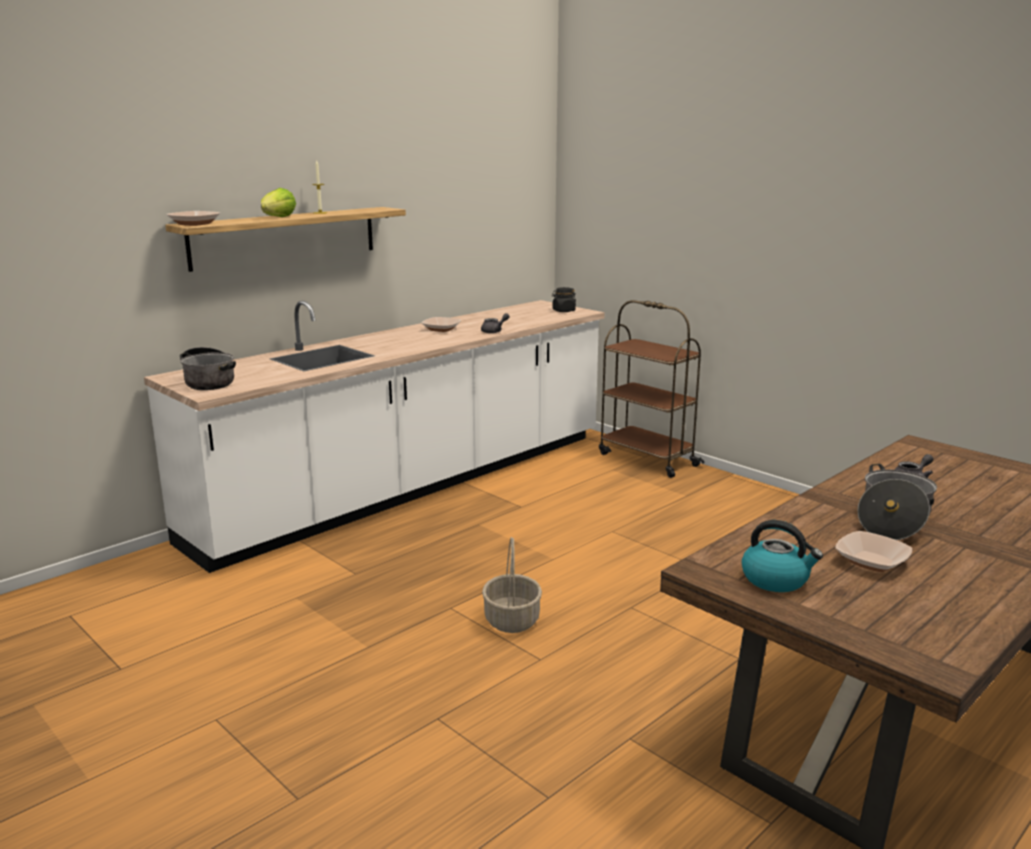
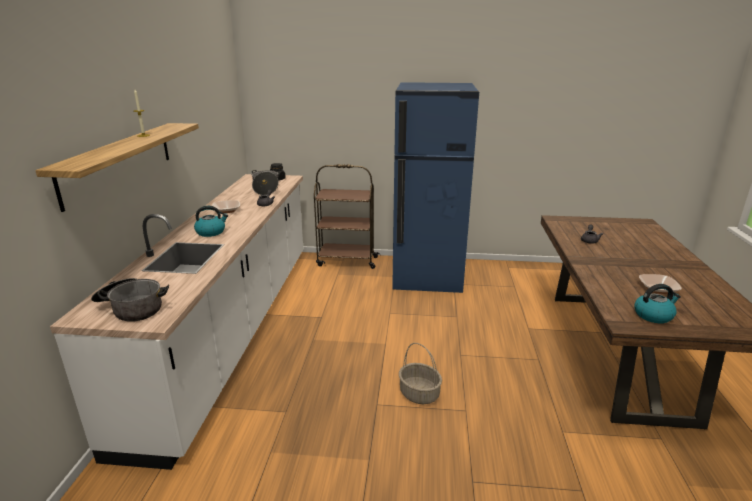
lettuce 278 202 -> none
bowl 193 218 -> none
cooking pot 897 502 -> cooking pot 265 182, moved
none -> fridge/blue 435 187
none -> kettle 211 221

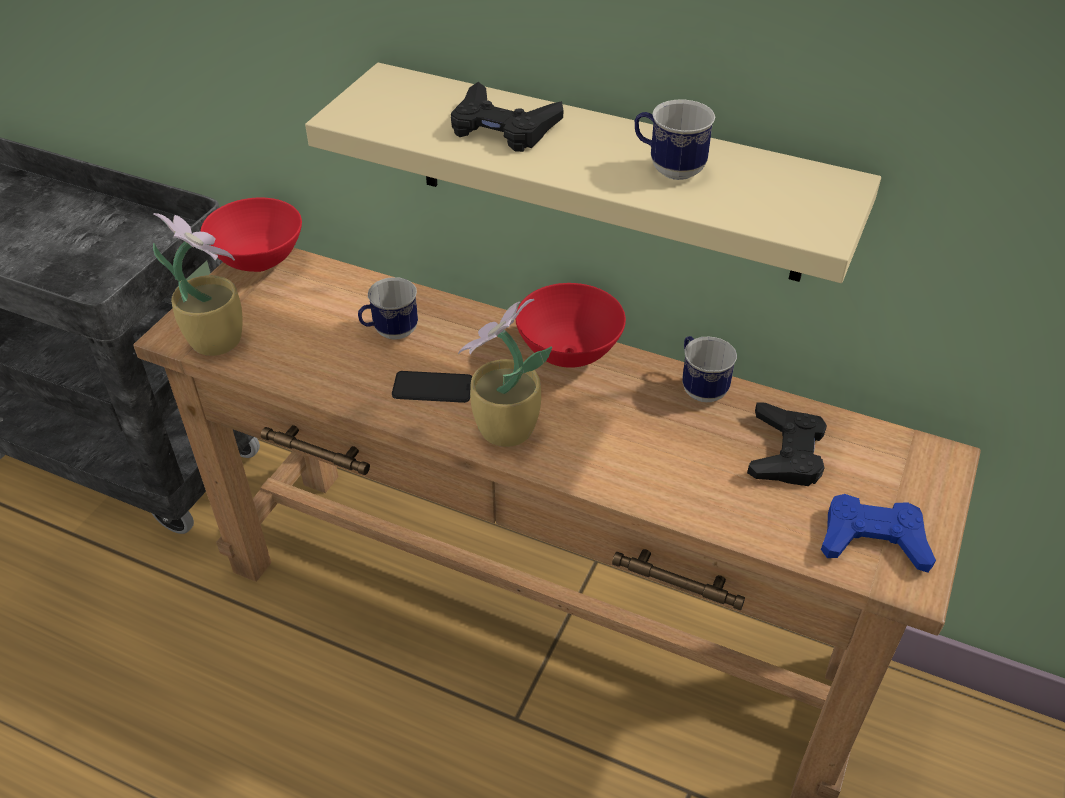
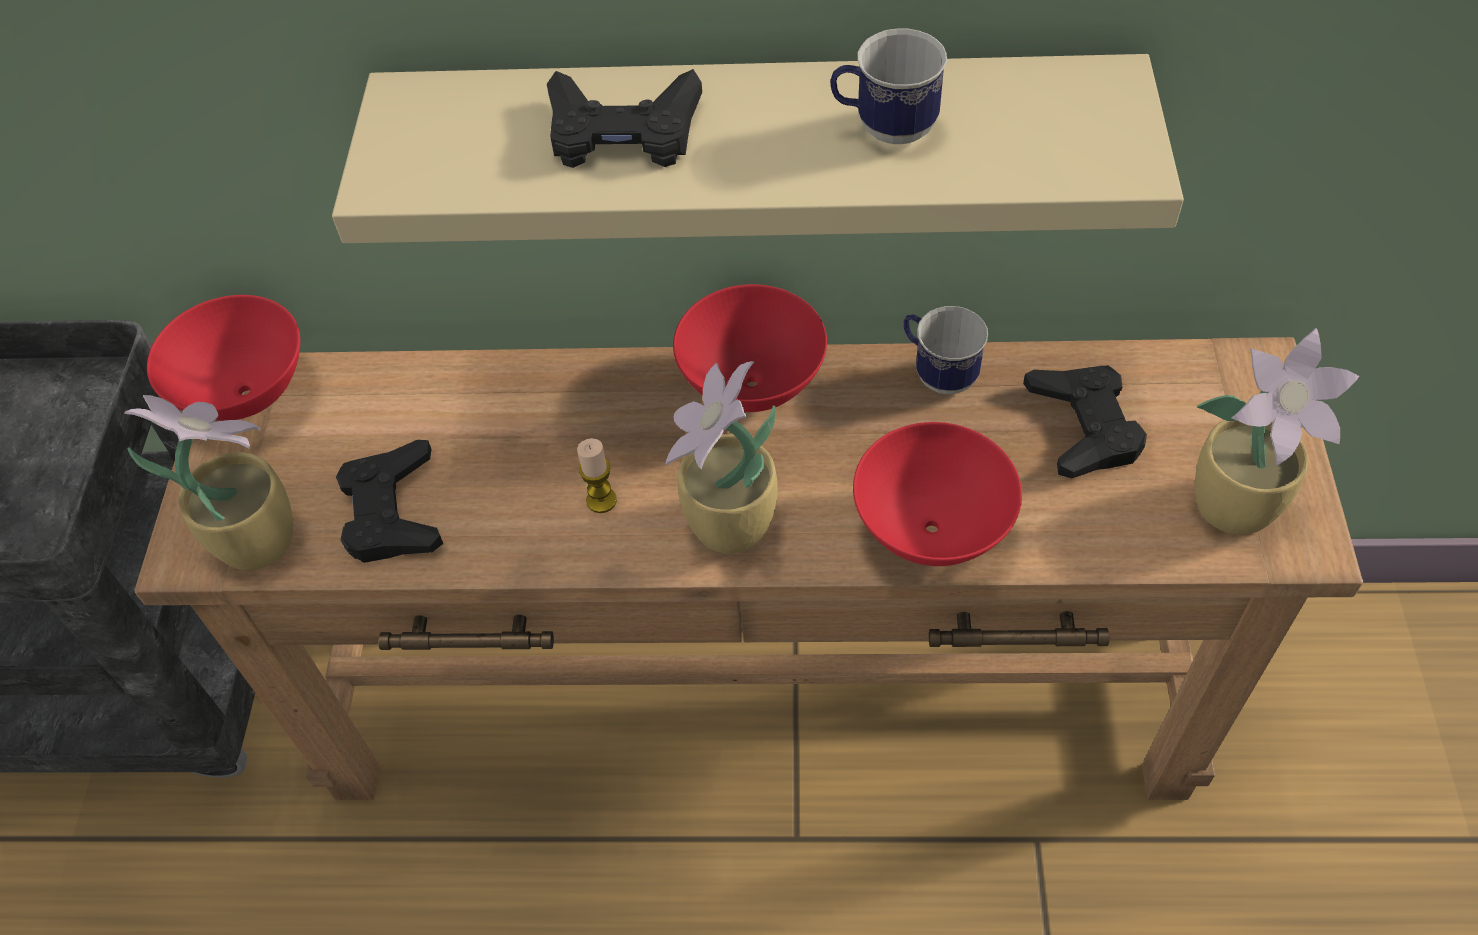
mug 388 308 -> none
phone 432 387 -> candle 597 475
game controller/blue 878 533 -> potted plant 1277 431
none -> bowl/red 937 494
none -> game controller/black 389 501

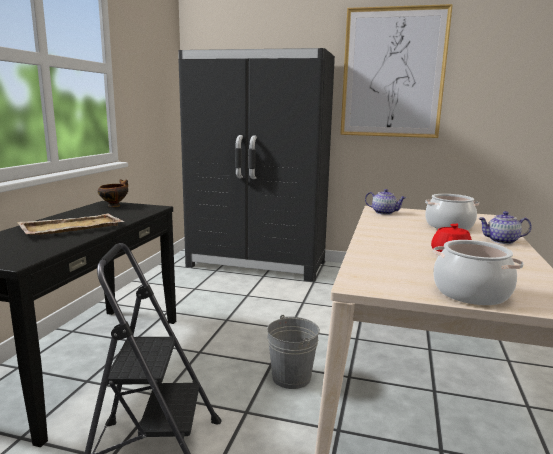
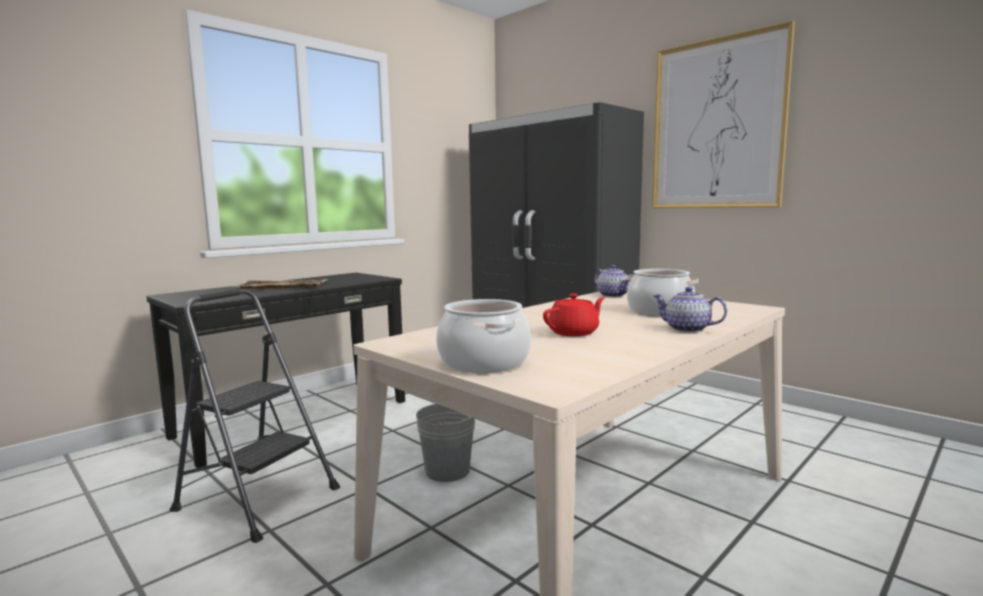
bowl 113 193 -> none

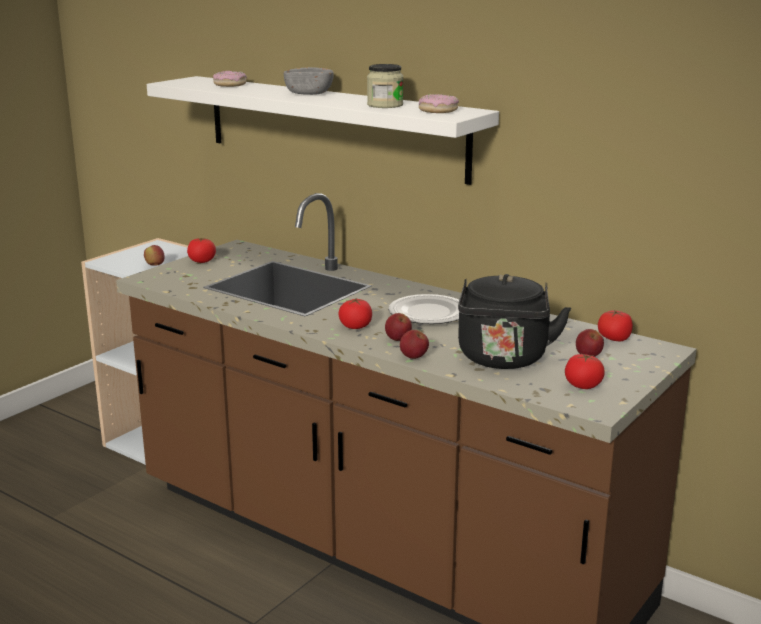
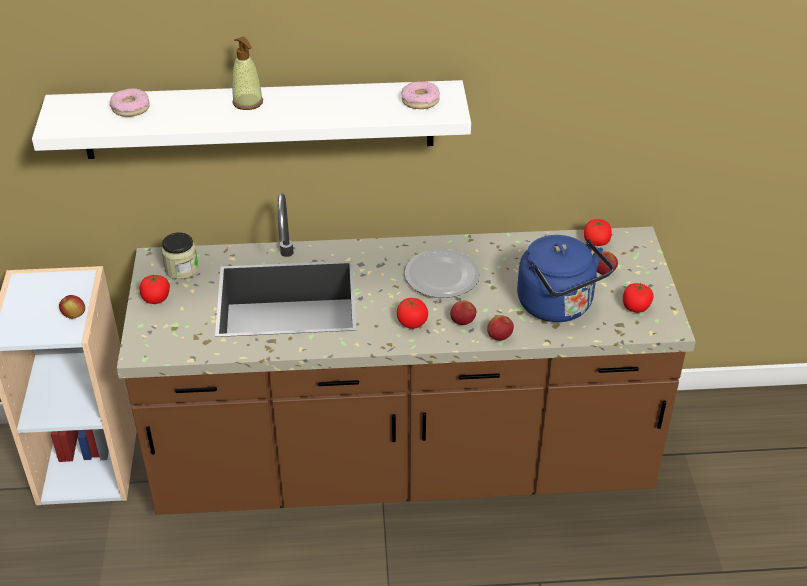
jar 385 86 -> jar 180 255, moved
bowl/grey 309 81 -> soap dispenser 247 73
kettle/black 514 321 -> kettle/blue 565 278

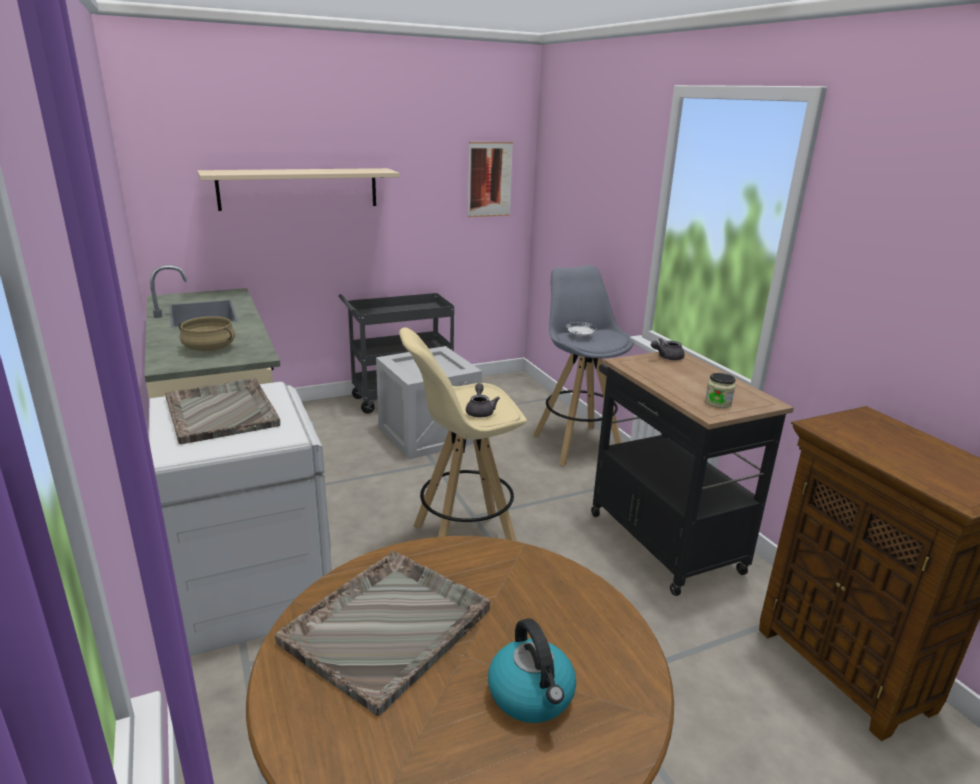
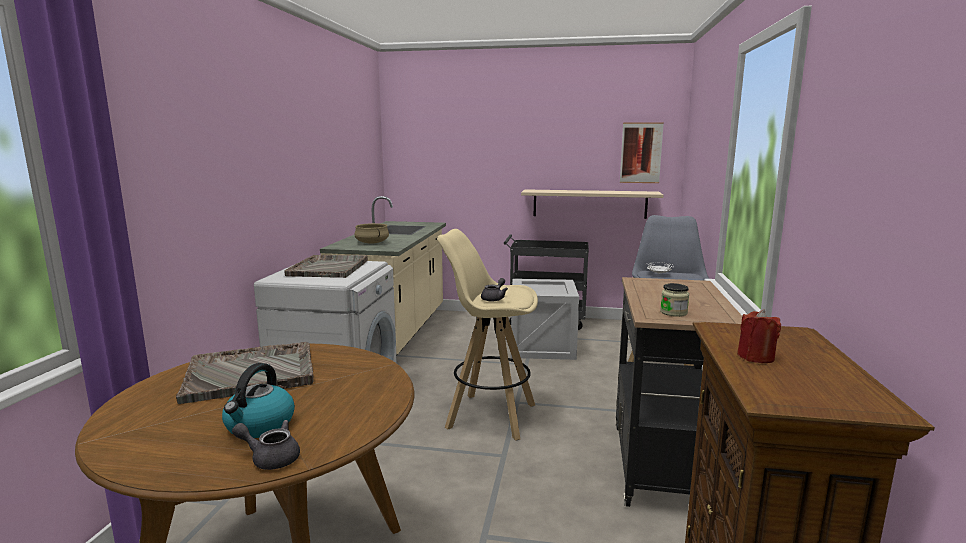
shelf/beige 298 189 -> shelf/beige 592 204, moved
teapot/grey 668 349 -> teapot/grey 266 445, moved
none -> candle/red 759 336

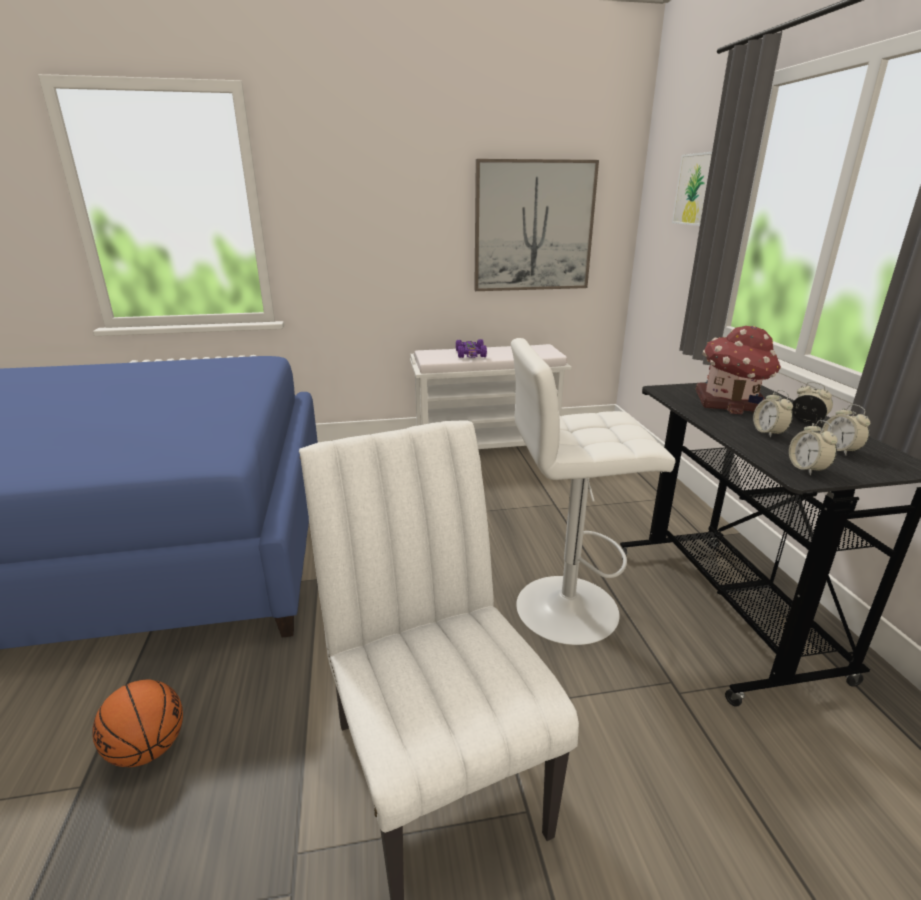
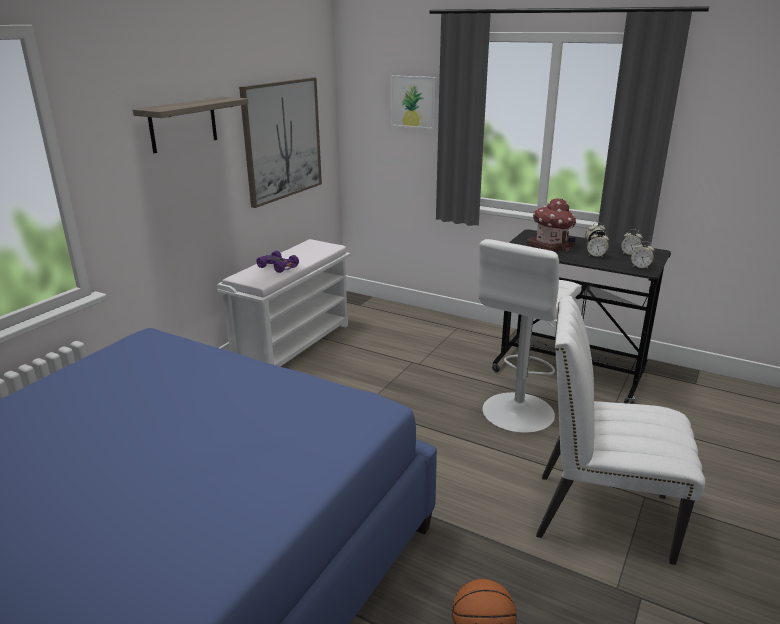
none -> shelf 190 125

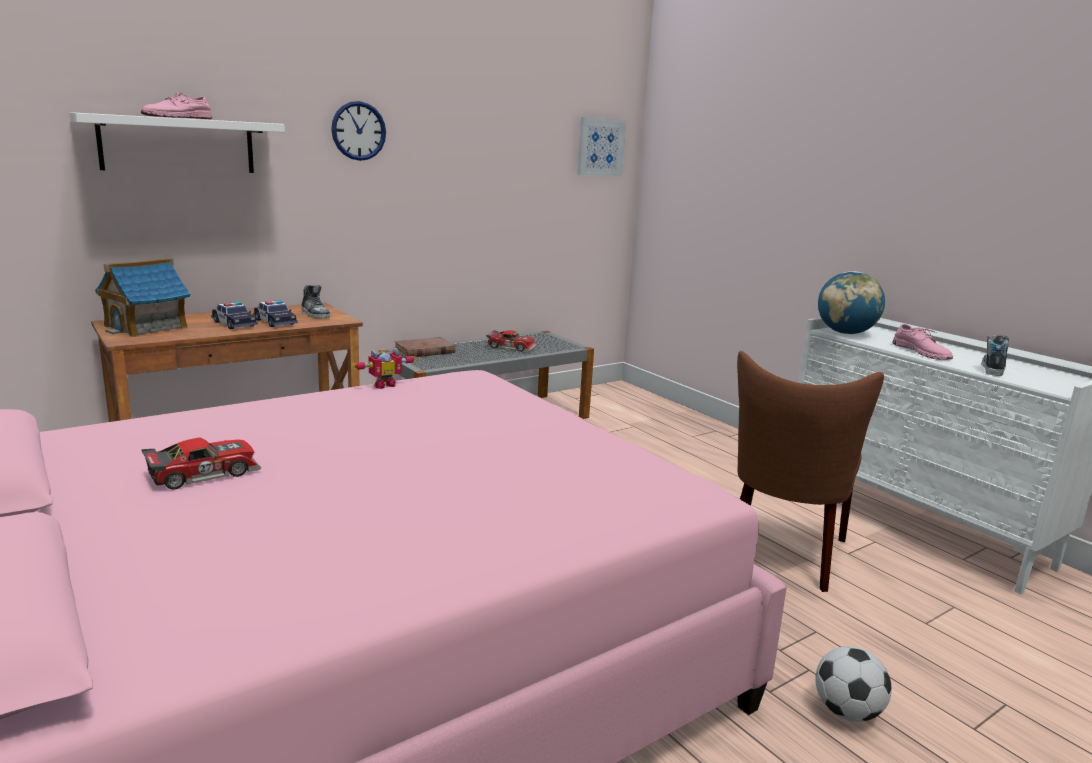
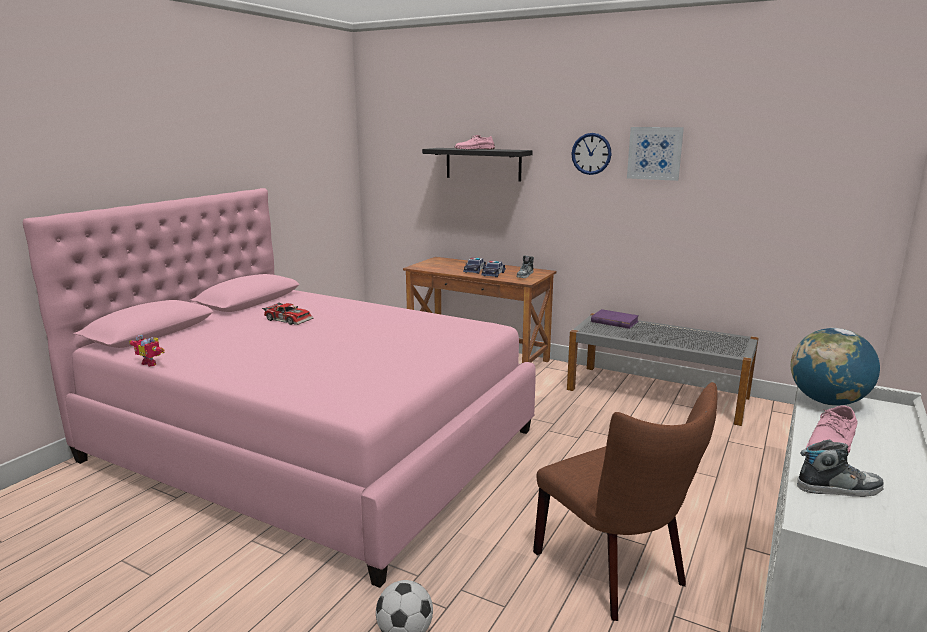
shelf/white 177 142 -> shelf/black 477 165
picture 602 146 -> picture 655 154, moved
toy house 142 297 -> none
toy car 511 341 -> none
book/brown 425 347 -> book/purple 615 319
toy robot 384 368 -> toy robot 147 351, moved
chair/brown 810 471 -> chair/brown 625 501, 120 degrees counterclockwise

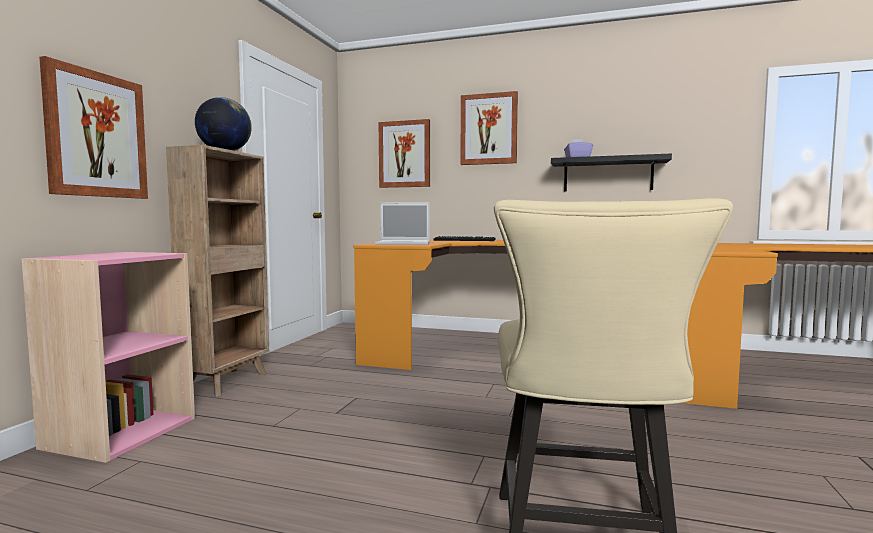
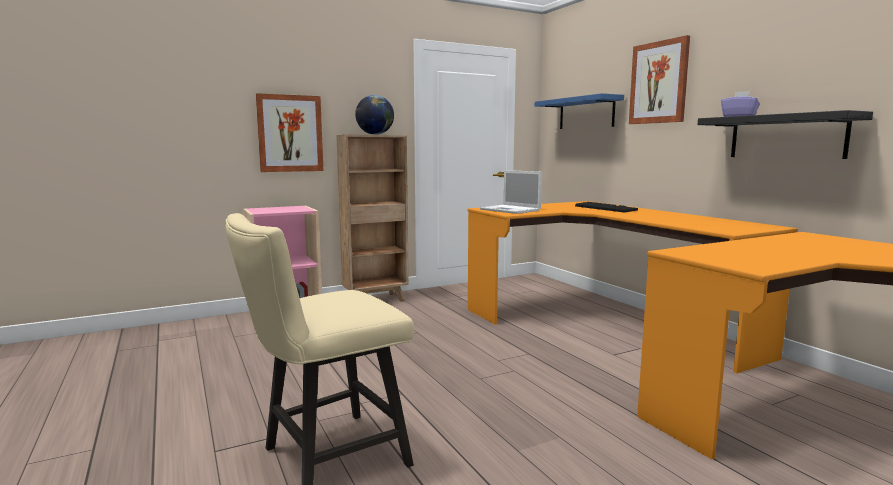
picture 404 153 -> shelf/blue 579 111

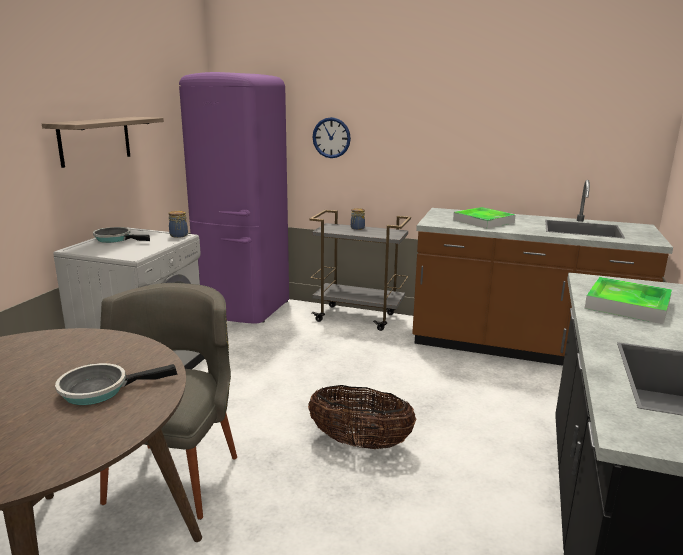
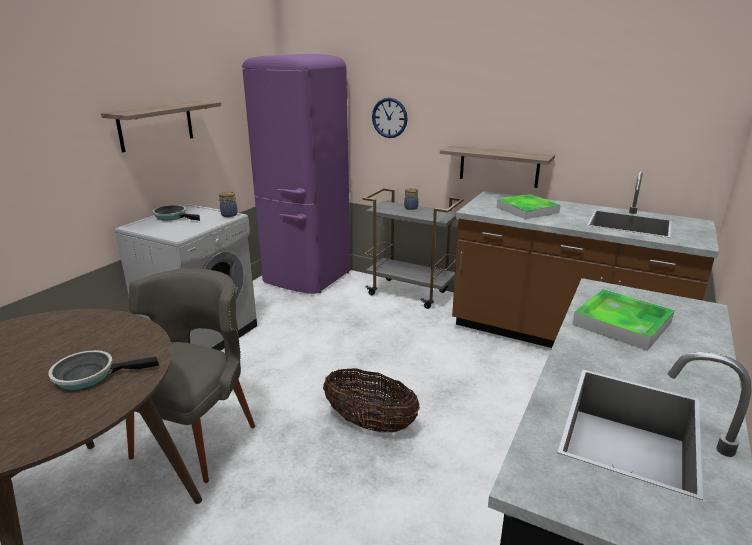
none -> shelf 497 166

